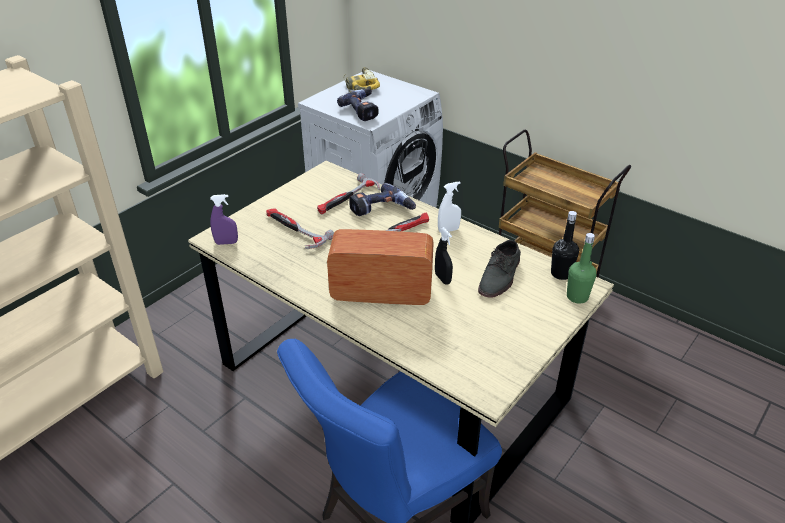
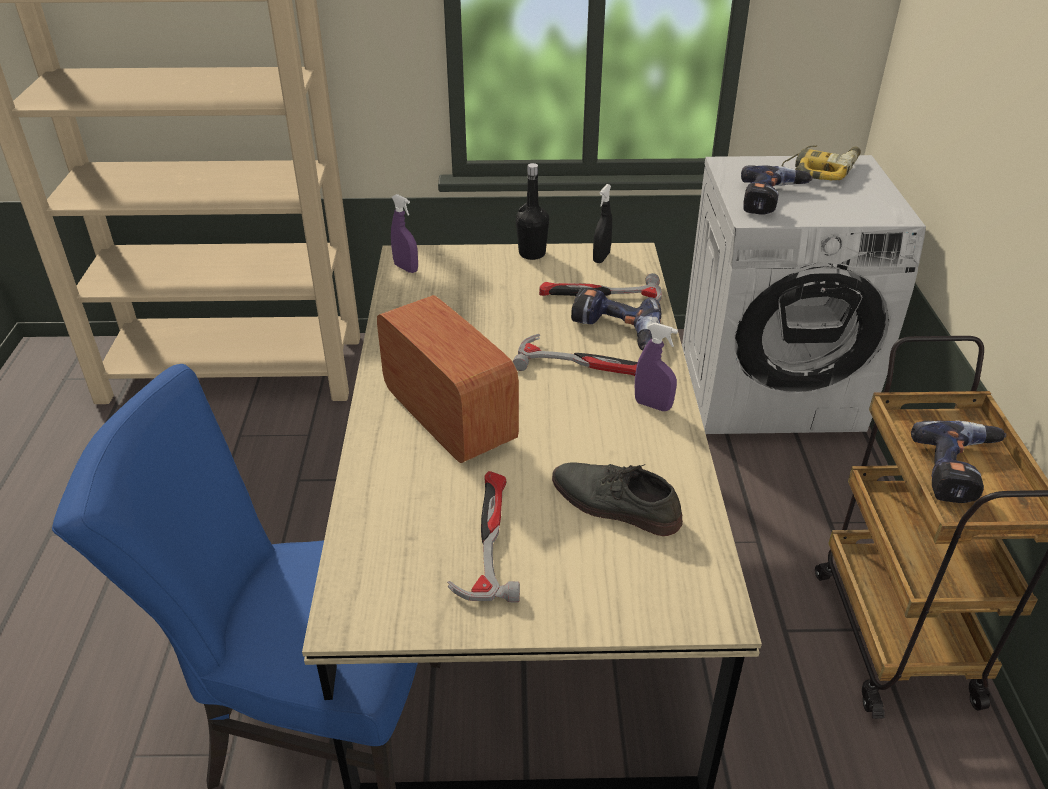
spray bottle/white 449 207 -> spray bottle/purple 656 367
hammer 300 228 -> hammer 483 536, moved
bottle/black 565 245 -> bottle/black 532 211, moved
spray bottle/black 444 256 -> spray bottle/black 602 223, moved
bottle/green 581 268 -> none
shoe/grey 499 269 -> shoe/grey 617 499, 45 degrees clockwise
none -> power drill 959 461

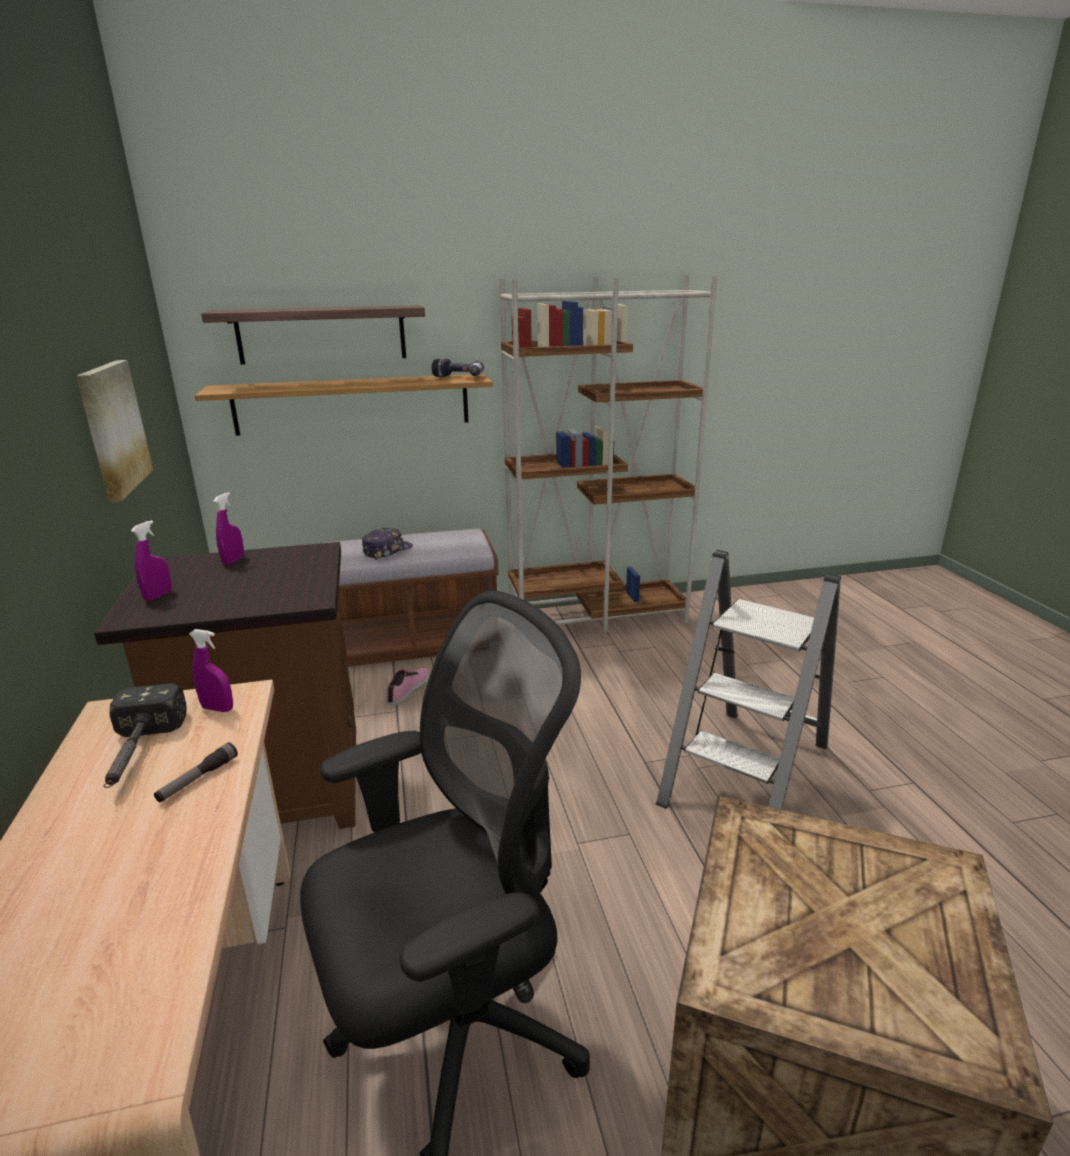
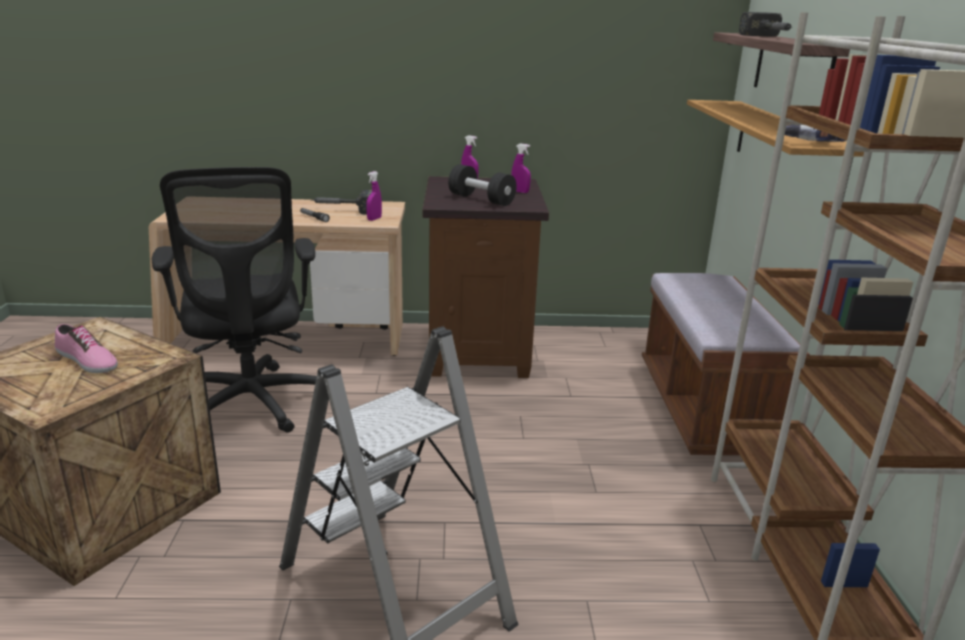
picture 114 431 -> none
cap 387 544 -> none
shoe 407 686 -> shoe 86 348, moved
none -> hammer 765 24
none -> dumbbell/black 482 185

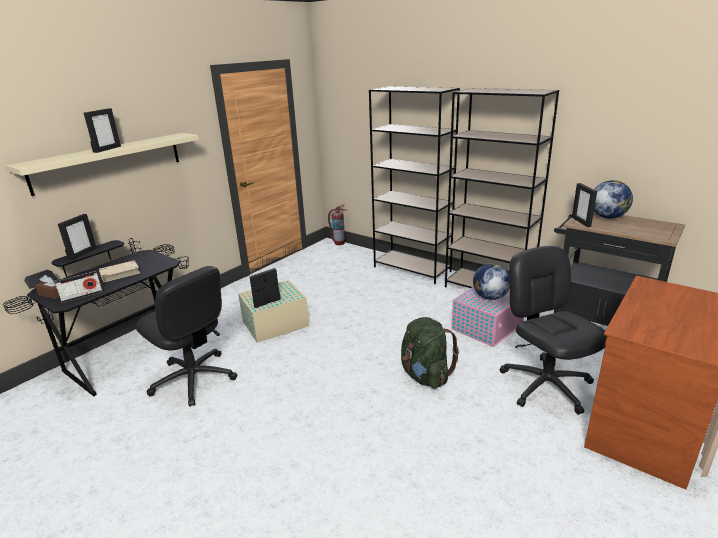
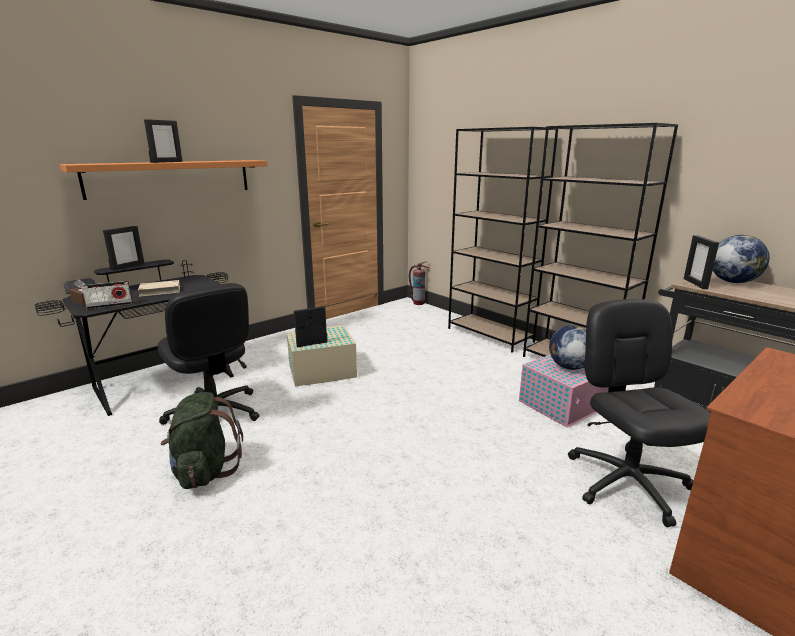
shelf/beige 102 164 -> shelf/orange 164 180
backpack/green 430 353 -> backpack/green 201 440, moved

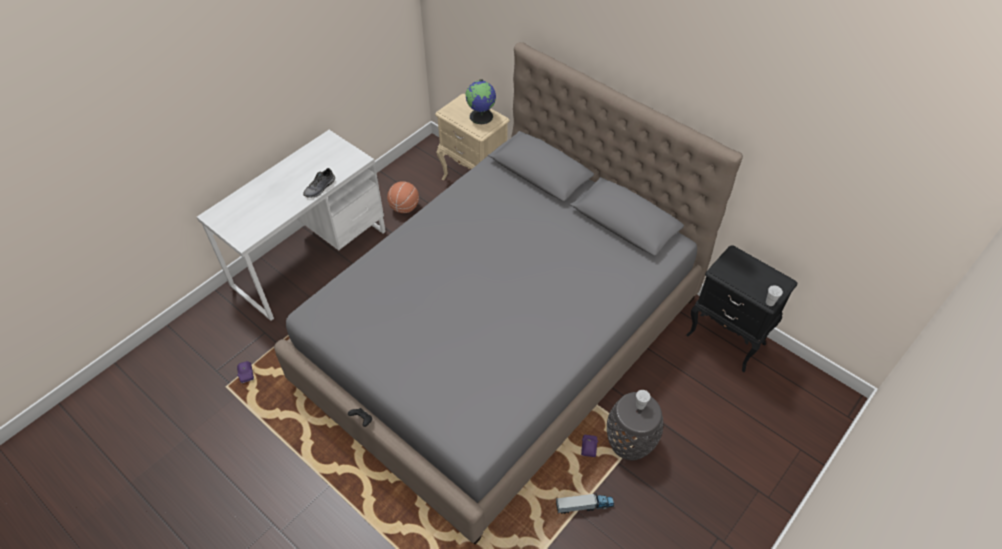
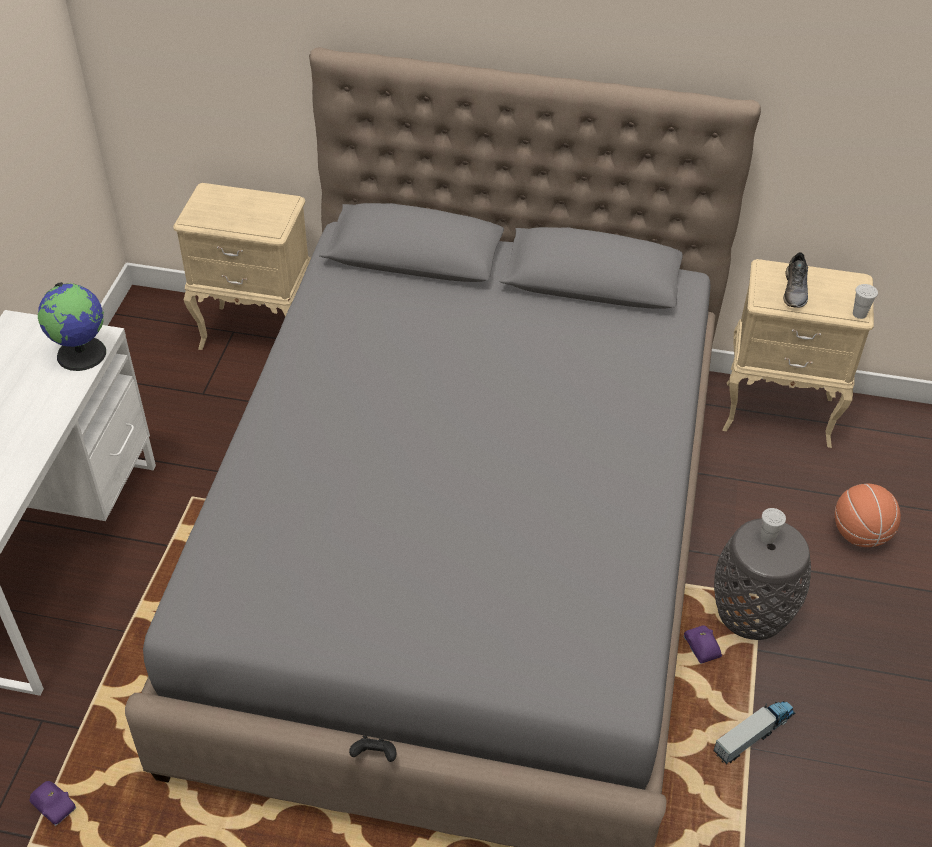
globe 480 101 -> globe 72 326, moved
shoe/grey 319 183 -> shoe/grey 795 280, moved
basketball 403 197 -> basketball 868 515, moved
nightstand/black 741 308 -> nightstand/beige 798 353

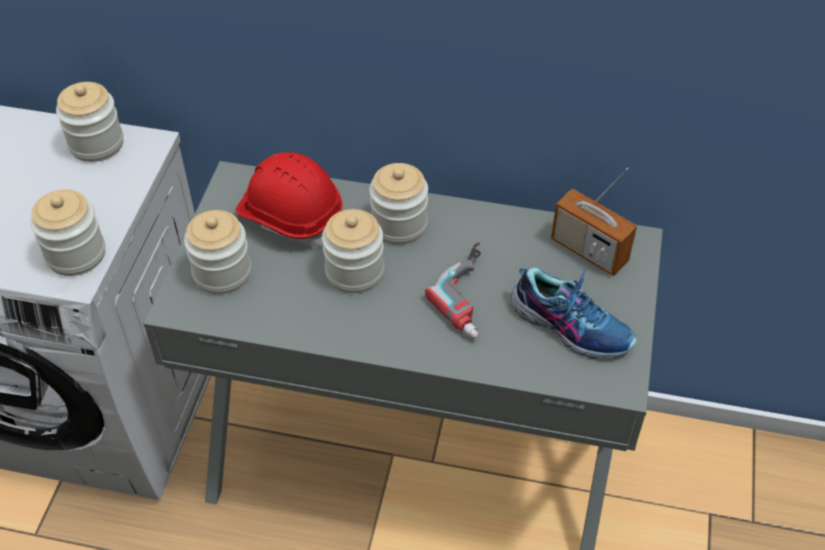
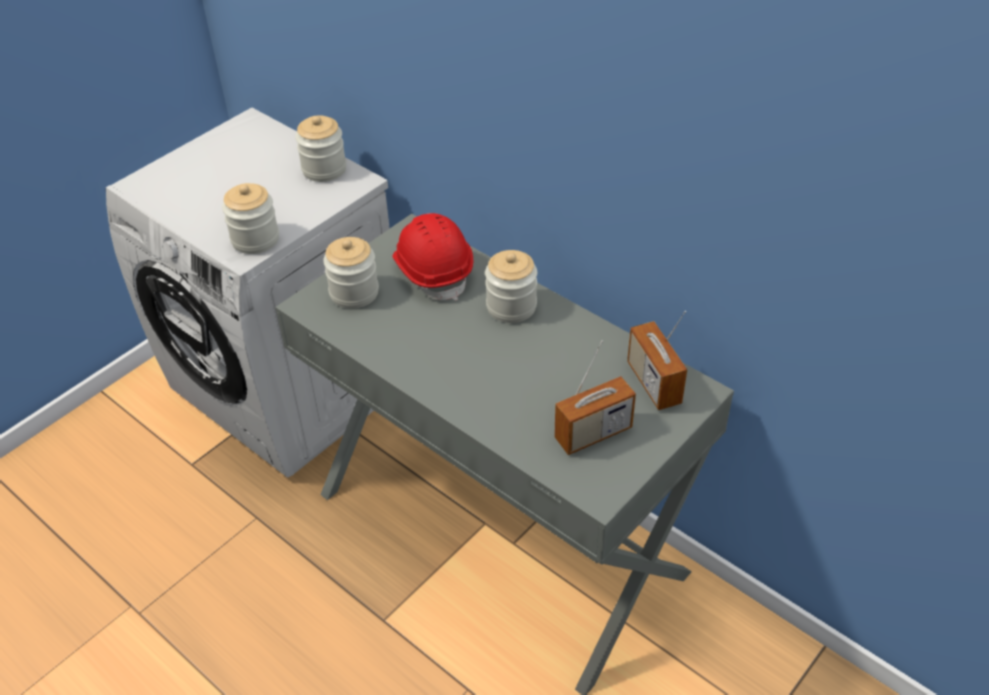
jar 353 251 -> none
power drill 453 290 -> none
shoe 573 313 -> radio 595 397

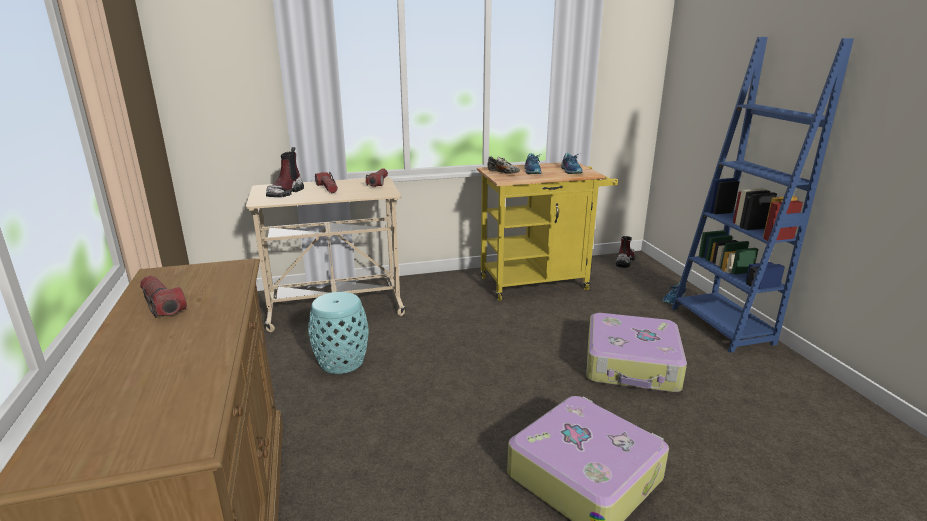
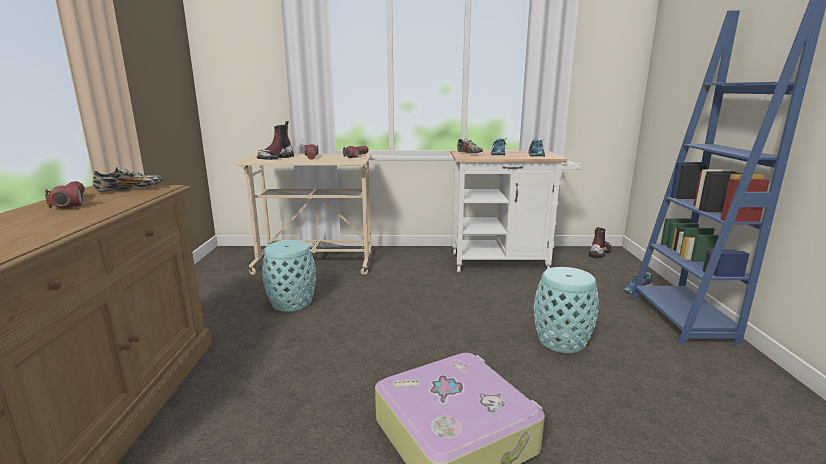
cart/yellow 547 231 -> cart/white 516 211
suitcase 636 352 -> stool/turquoise 566 310
none -> shoe 127 179

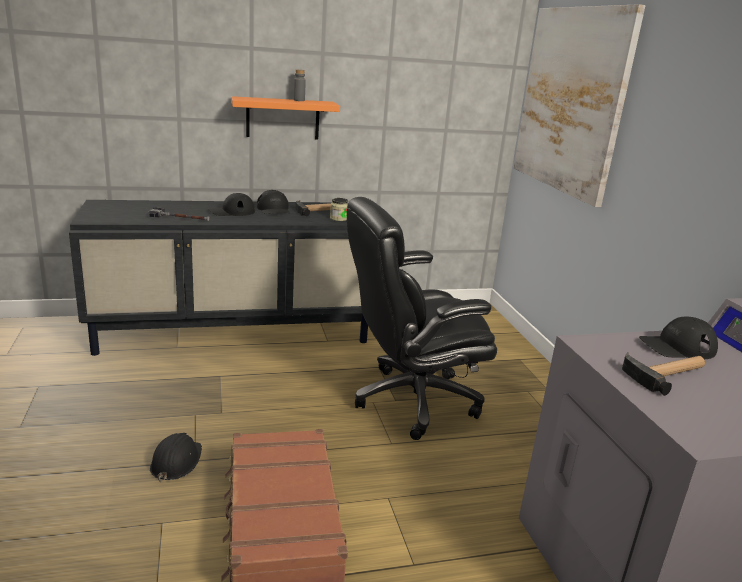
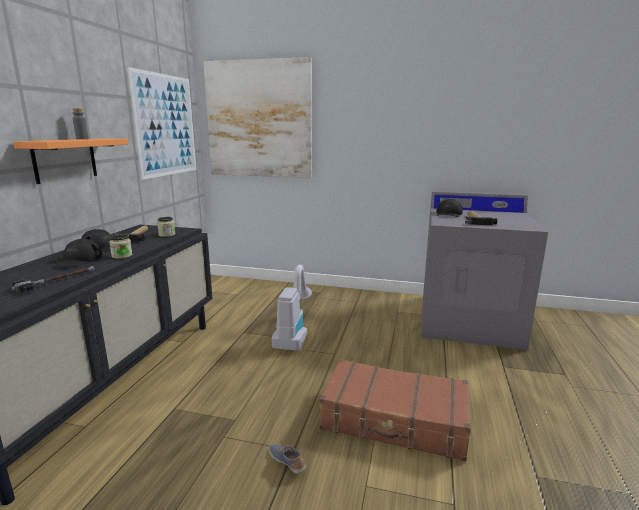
office chair/black 422 318 -> vacuum cleaner 292 308
hard hat/black 176 457 -> shoe 287 459
none -> picture 162 123
none -> jar 120 246

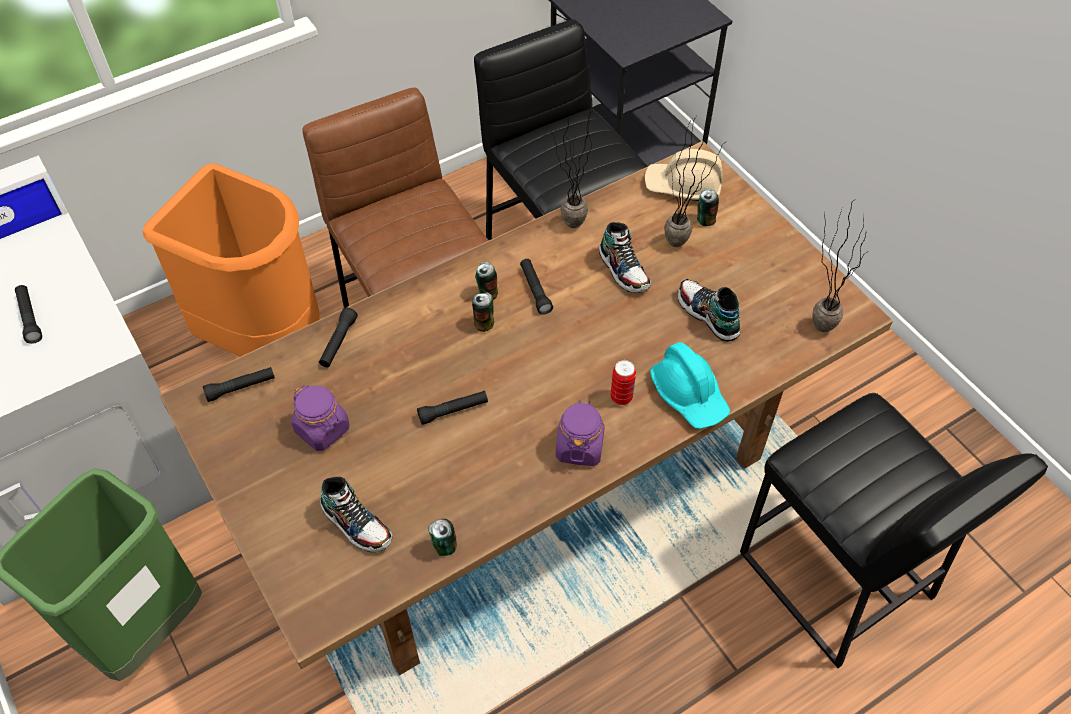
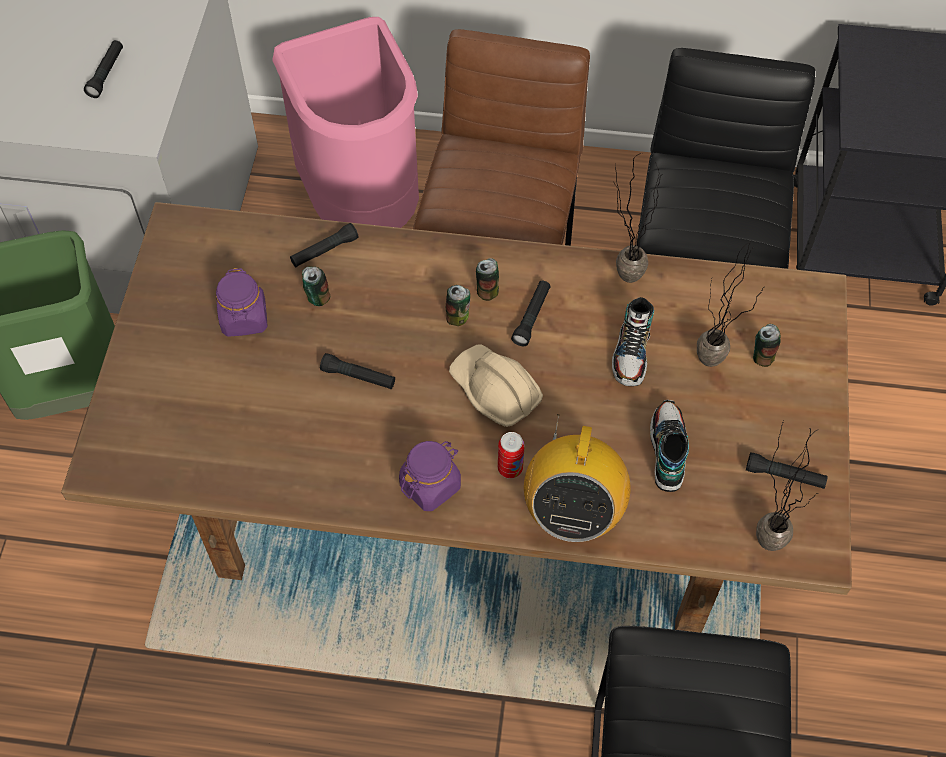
hard hat/beige 683 175 -> hard hat/beige 496 385, moved
trash can/orange 231 260 -> trash can/pink 345 122
hard hat/turquoise 690 385 -> radio 577 478
flashlight/black 239 384 -> flashlight/black 787 470, moved
shoe 356 514 -> none
can 442 537 -> can 316 286, moved

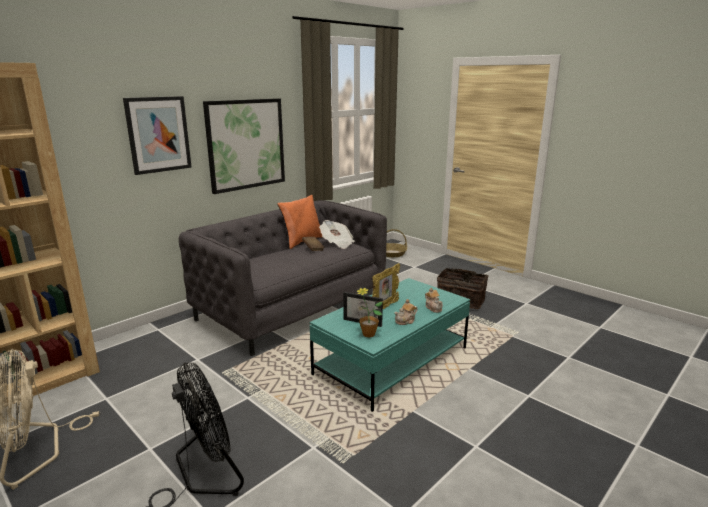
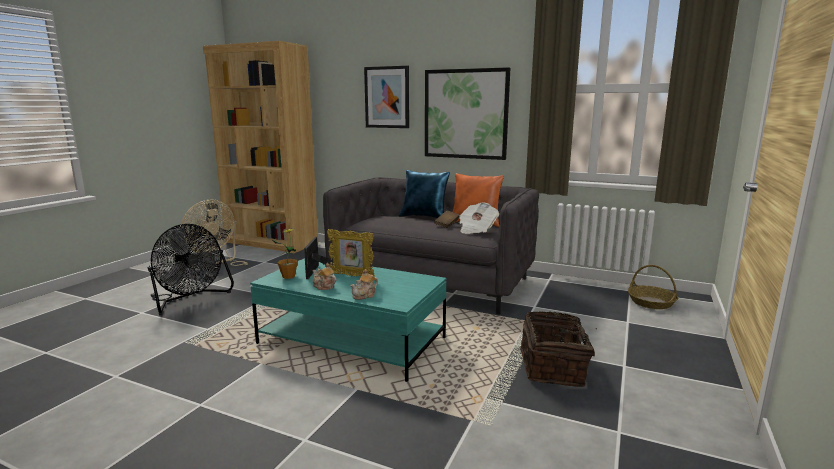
none -> pillow/blue 424 194

